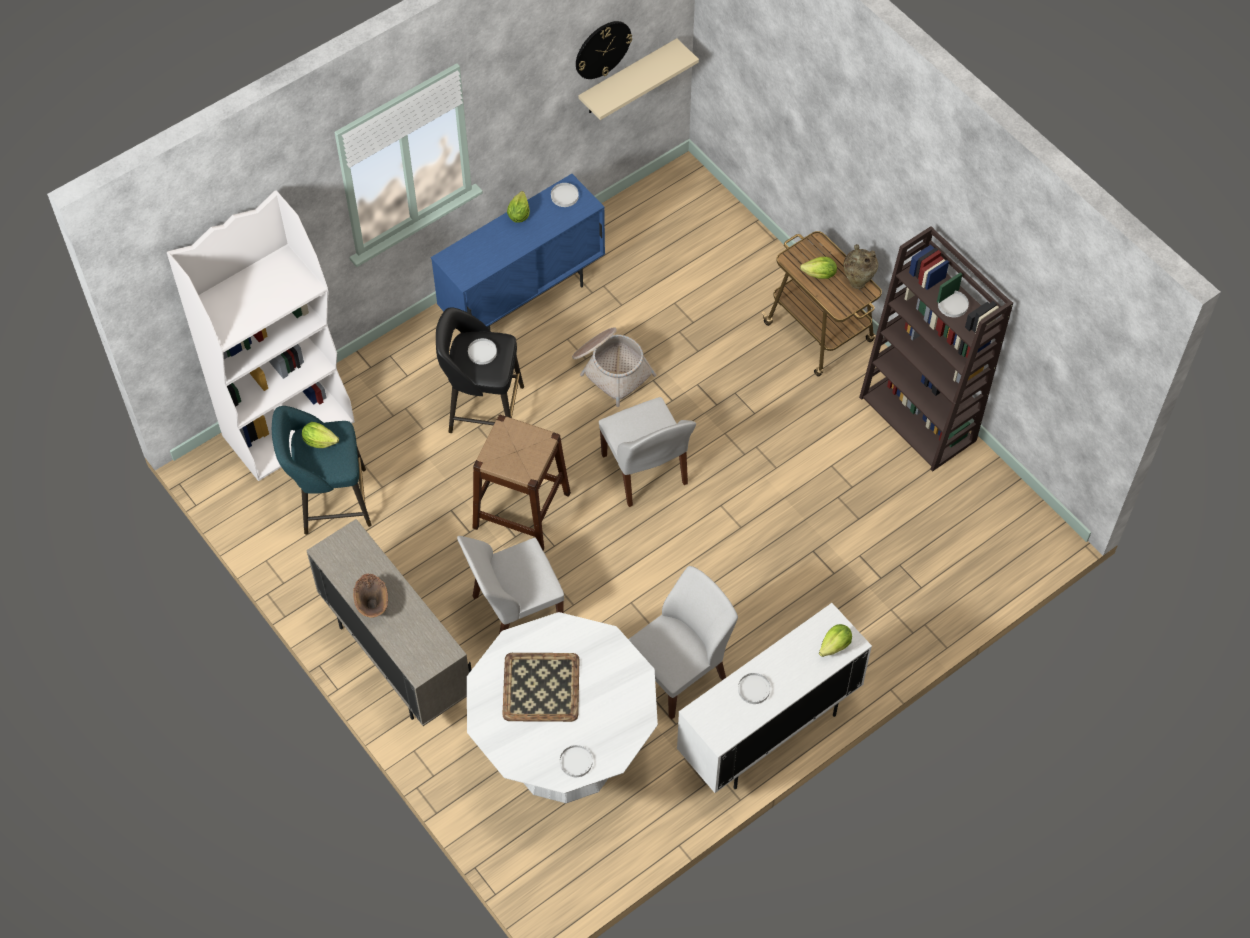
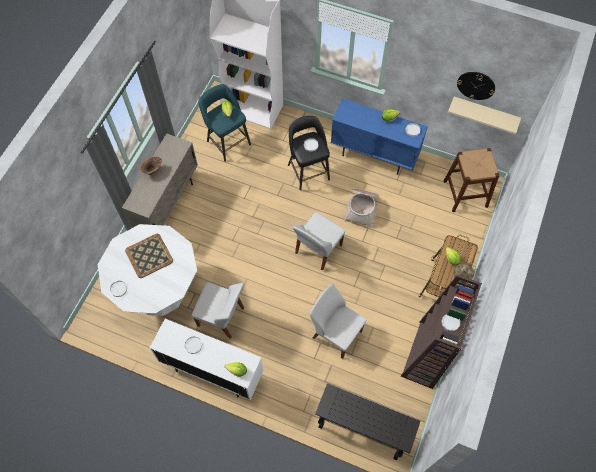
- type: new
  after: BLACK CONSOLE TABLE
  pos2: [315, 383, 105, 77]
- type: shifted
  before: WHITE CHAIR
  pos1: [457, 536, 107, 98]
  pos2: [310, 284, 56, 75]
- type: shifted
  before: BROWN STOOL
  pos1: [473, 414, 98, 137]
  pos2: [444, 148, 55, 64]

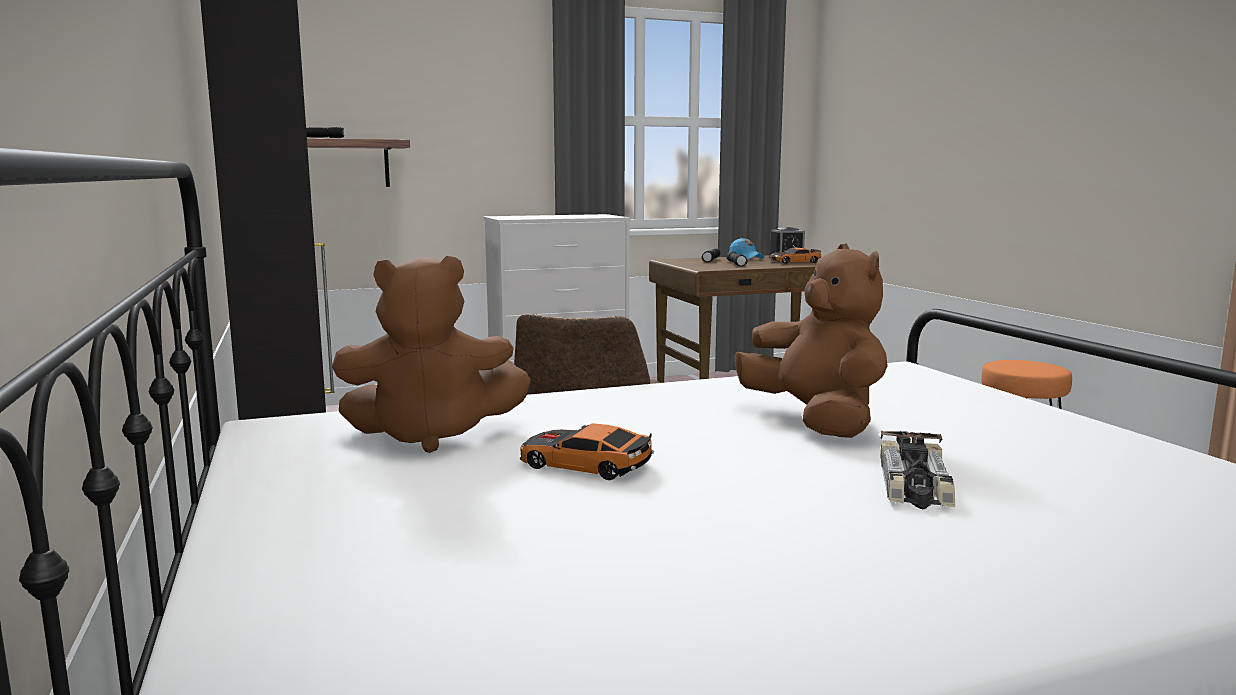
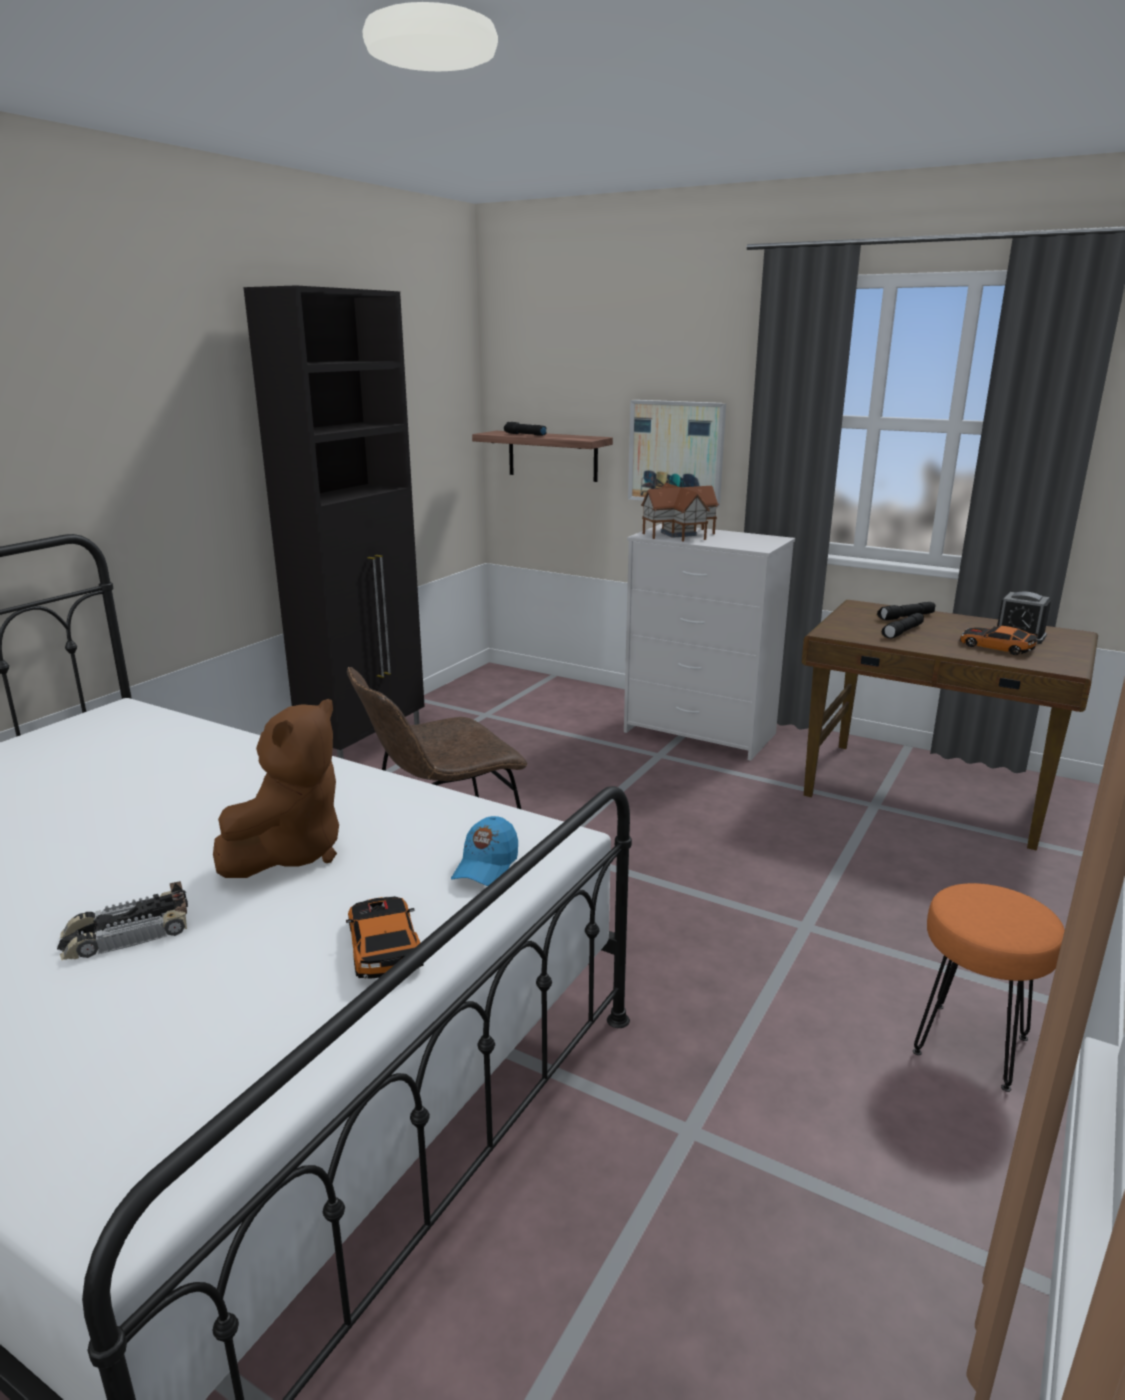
- type: gone
  before: BROWN PLUSH TOY
  pos1: [332, 256, 199, 197]
- type: new
  after: PICTURE
  pos2: [628, 400, 98, 108]
- type: new
  after: TOY HOUSE
  pos2: [641, 483, 78, 59]
- type: shifted
  before: TOY CAR
  pos1: [520, 423, 134, 57]
  pos2: [346, 896, 78, 83]
- type: shifted
  before: BLUE CAP
  pos1: [729, 238, 35, 22]
  pos2: [451, 816, 67, 70]

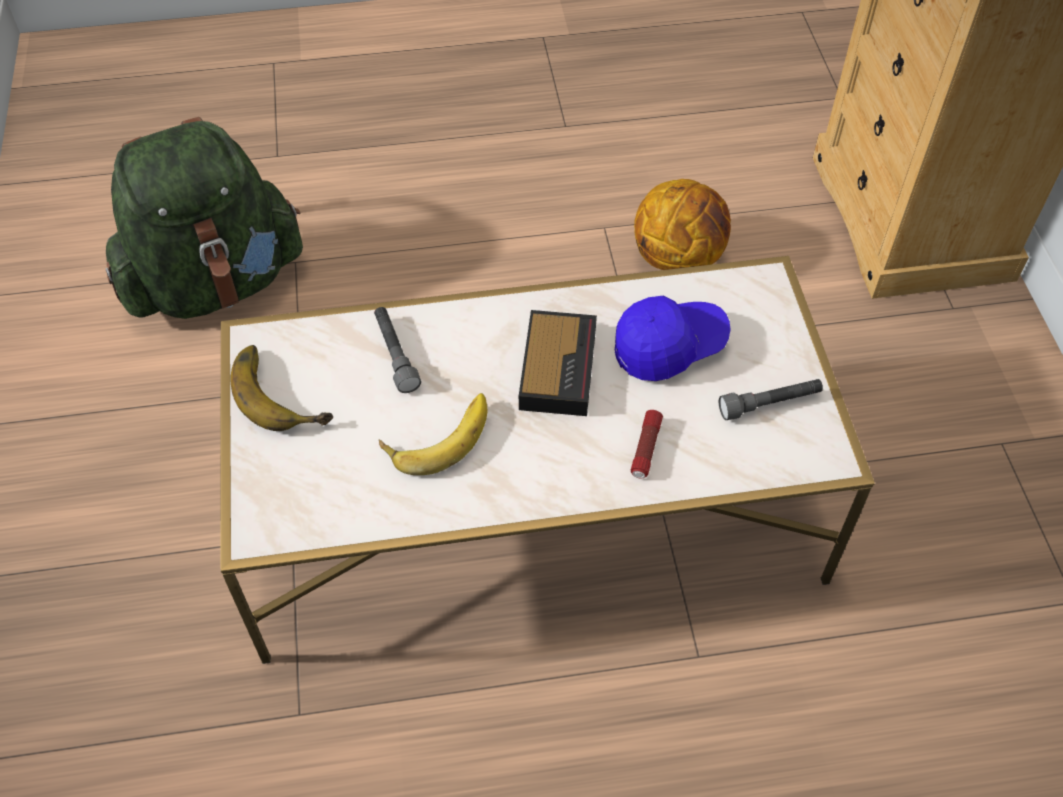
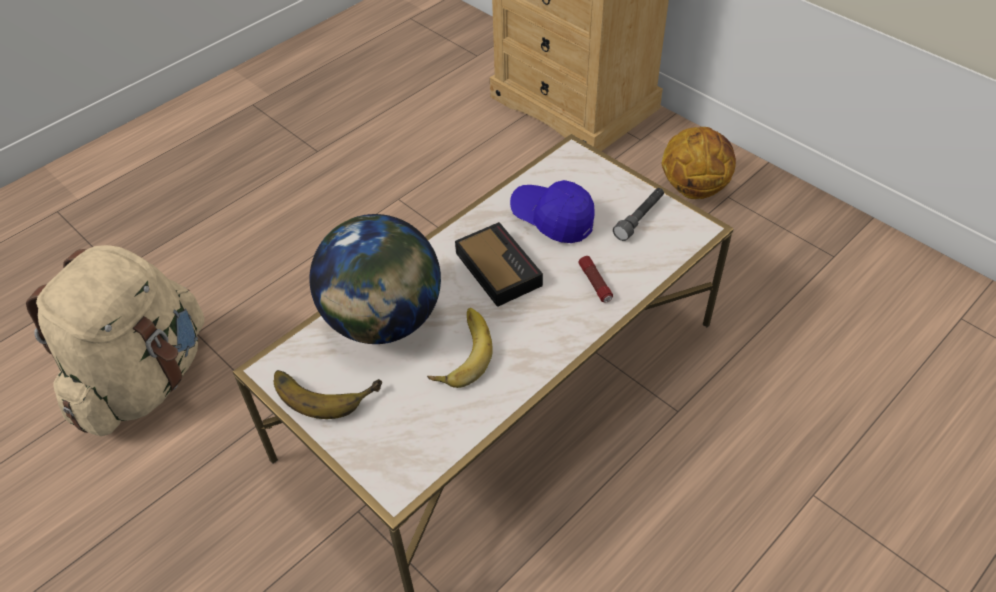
- type: shifted
  before: BASKETBALL
  pos1: [634, 179, 97, 91]
  pos2: [662, 127, 74, 72]
- type: swapped
  before: GREY FLASHLIGHT
  after: GLOBE
  pos1: [374, 307, 47, 86]
  pos2: [309, 214, 132, 130]
- type: repainted
  before: GREEN BACKPACK
  after: BEIGE BACKPACK
  pos1: [106, 117, 197, 202]
  pos2: [26, 245, 178, 191]
- type: rotated
  before: BLUE CAP
  pos1: [615, 296, 116, 85]
  pos2: [510, 180, 84, 63]
  turn: -90

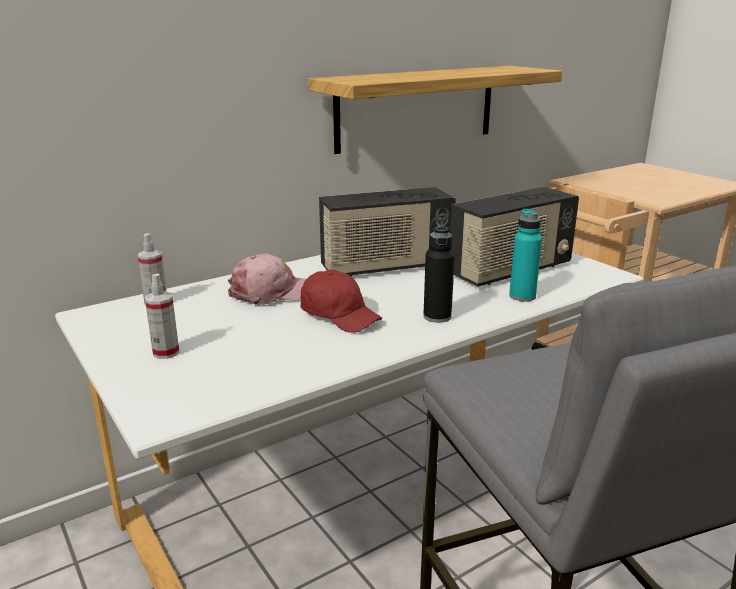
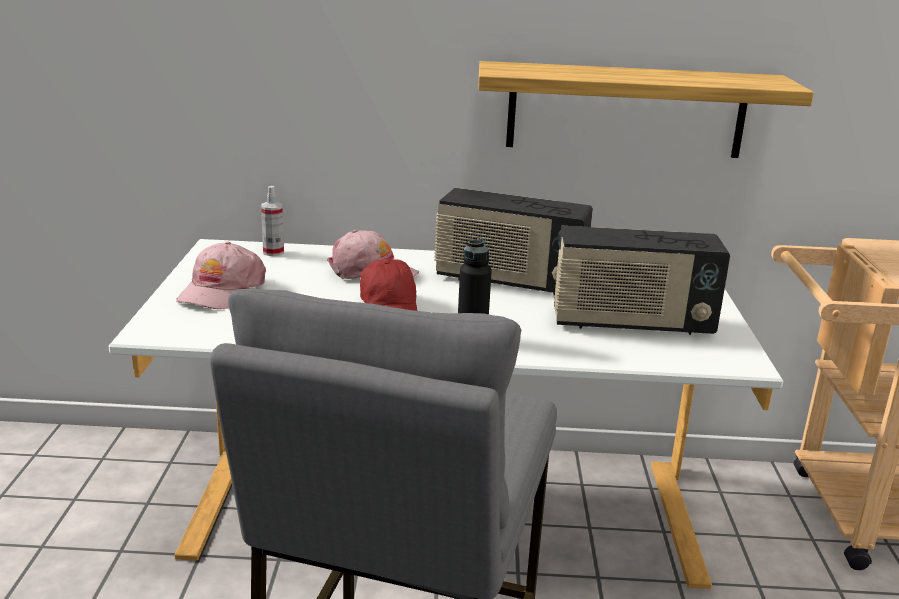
- type: gone
  before: TURQUOISE BOTTLE
  pos1: [509, 209, 33, 93]
- type: swapped
  before: SPRAY BOTTLE
  after: PINK CAP
  pos1: [145, 274, 34, 85]
  pos2: [176, 242, 90, 67]

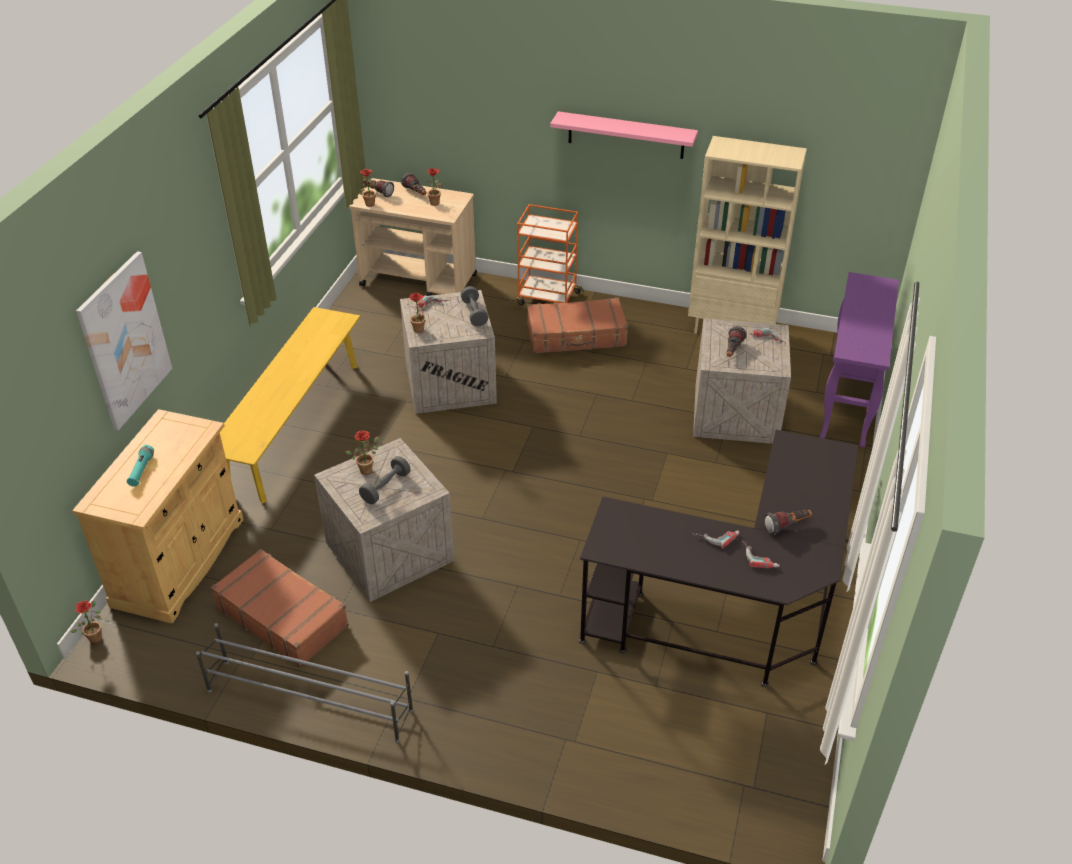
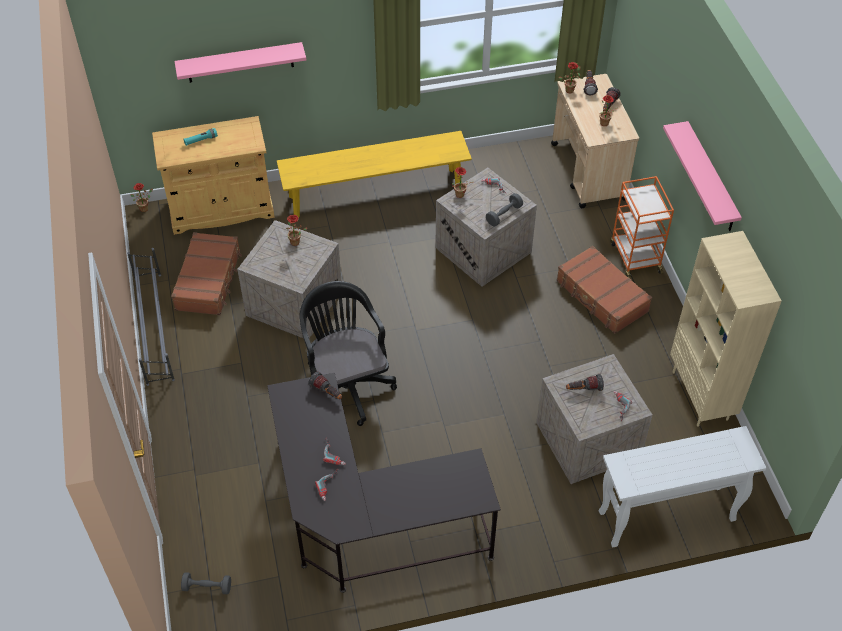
- type: new
  after: BLACK OFFICE CHAIR
  pos2: [300, 281, 97, 145]
- type: shifted
  before: GREY DUMBBELL
  pos1: [359, 456, 51, 48]
  pos2: [181, 572, 50, 22]
- type: shifted
  before: FLASHLIGHT
  pos1: [764, 509, 48, 26]
  pos2: [308, 371, 34, 28]
- type: swapped
  before: PICTURE
  after: PINK SHELF
  pos1: [76, 251, 96, 179]
  pos2: [174, 42, 132, 41]
- type: repainted
  before: PURPLE CONSOLE TABLE
  after: WHITE CONSOLE TABLE
  pos1: [820, 272, 79, 175]
  pos2: [599, 426, 167, 121]

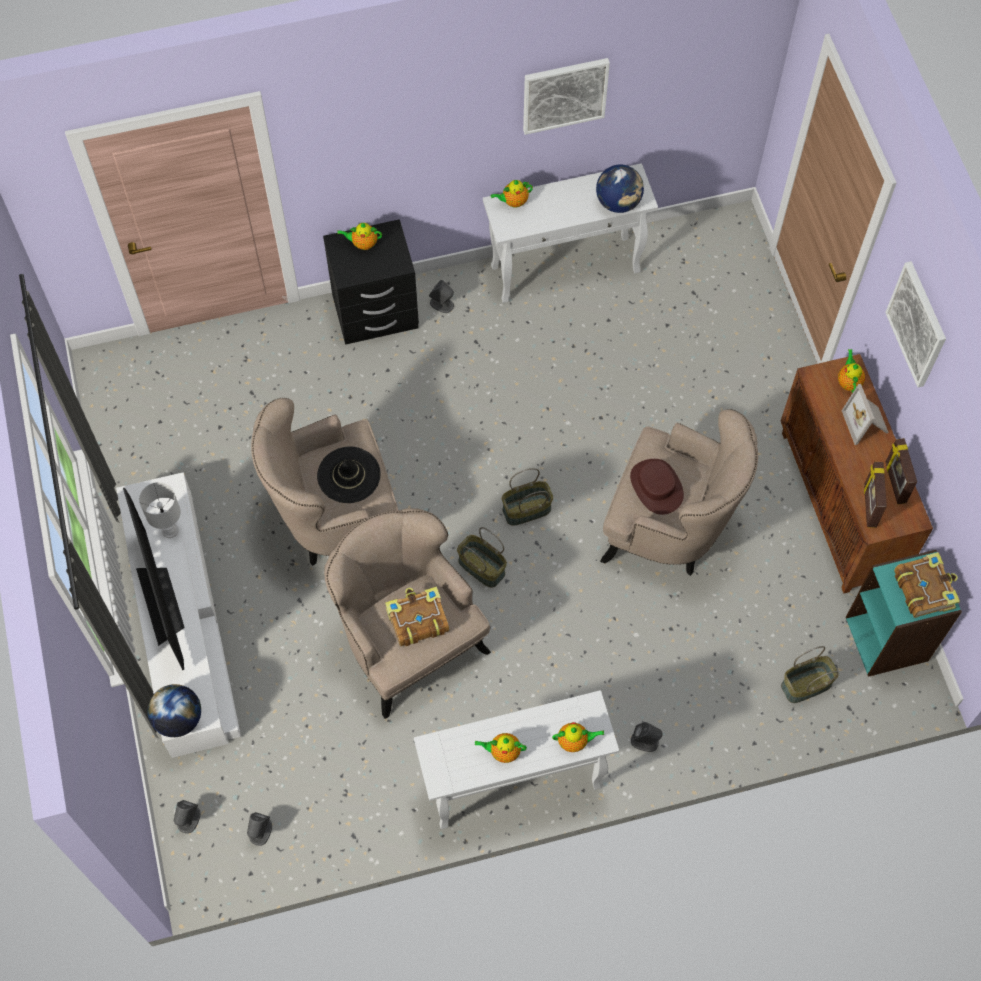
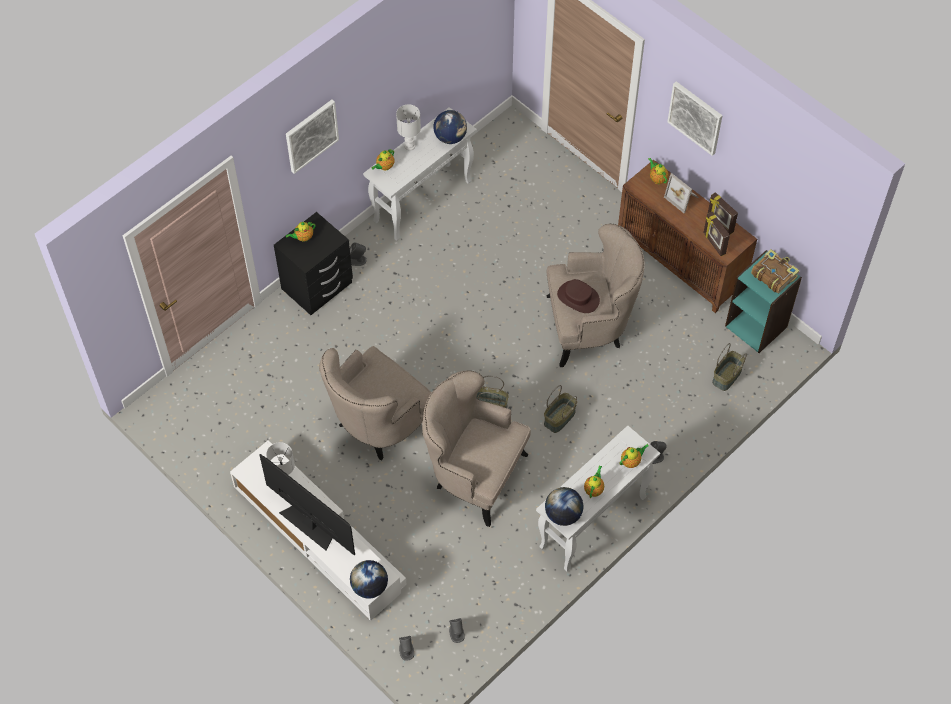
- type: gone
  before: BLACK HAT
  pos1: [317, 447, 64, 56]
- type: gone
  before: BOOK
  pos1: [385, 586, 64, 60]
- type: new
  after: WHITE TABLE LAMP
  pos2: [396, 104, 25, 47]
- type: new
  after: GLOBE
  pos2: [545, 487, 38, 39]
- type: shifted
  before: BASKET
  pos1: [502, 468, 51, 57]
  pos2: [544, 385, 33, 48]
- type: shifted
  before: PICTURE
  pos1: [523, 58, 87, 77]
  pos2: [286, 100, 53, 74]
- type: rotated
  before: TEAPOT
  pos1: [475, 733, 52, 30]
  pos2: [584, 465, 20, 33]
  turn: 135

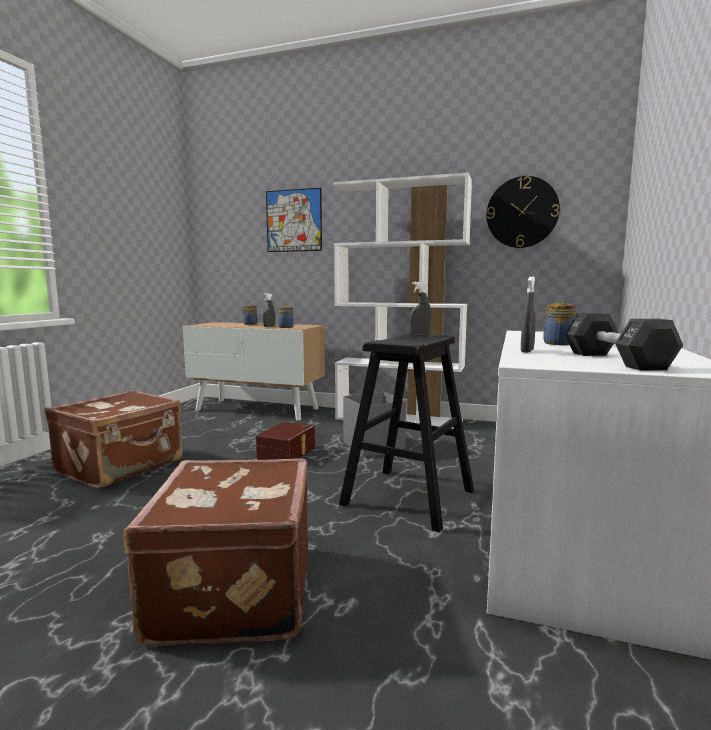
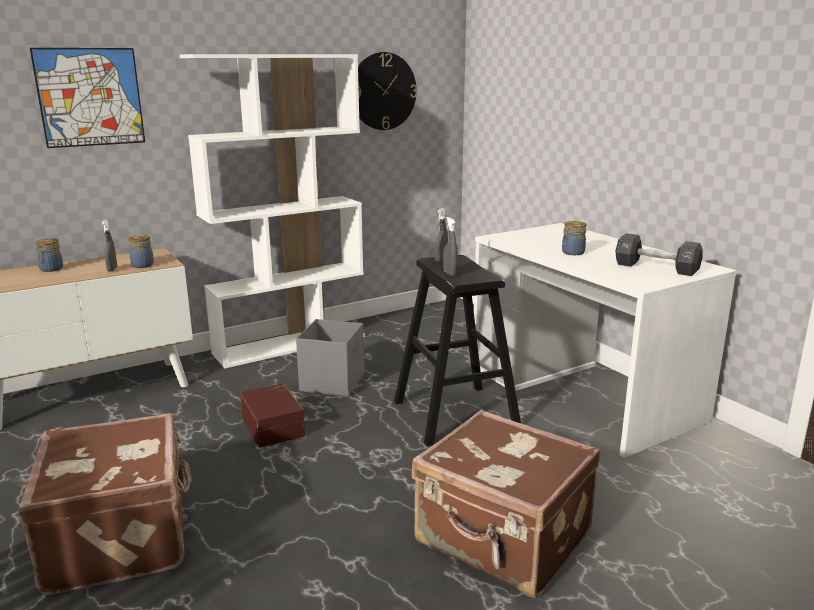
- type: shifted
  before: GREY SPRAY BOTTLE
  pos1: [521, 277, 15, 76]
  pos2: [443, 217, 15, 59]

